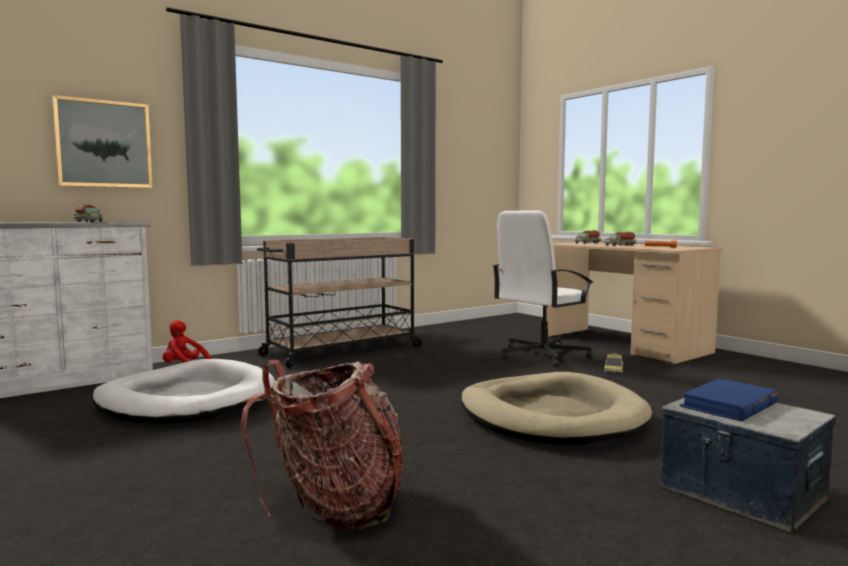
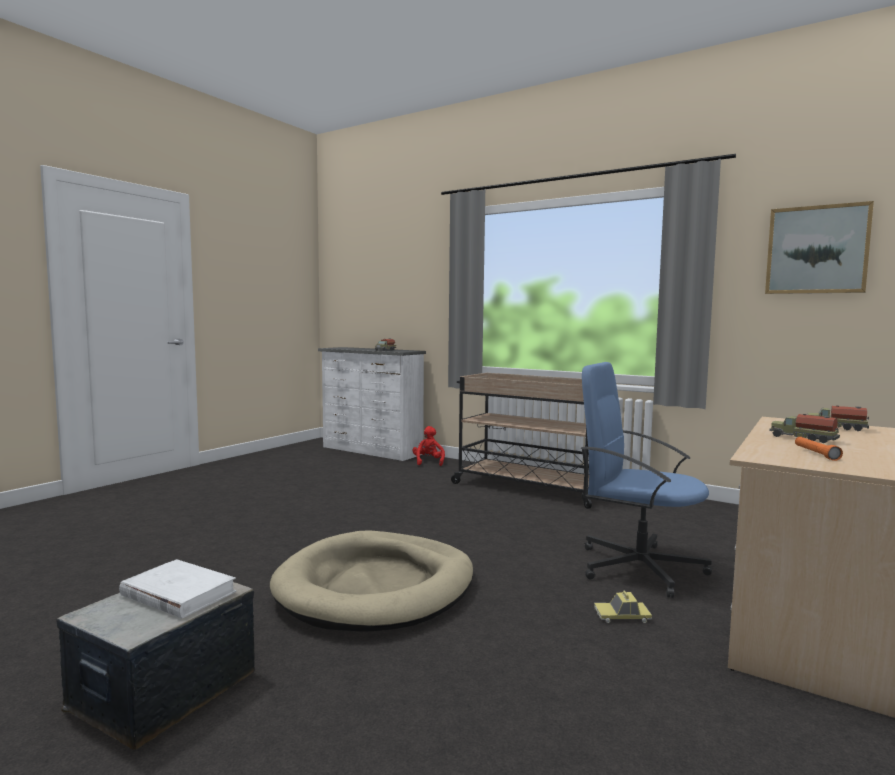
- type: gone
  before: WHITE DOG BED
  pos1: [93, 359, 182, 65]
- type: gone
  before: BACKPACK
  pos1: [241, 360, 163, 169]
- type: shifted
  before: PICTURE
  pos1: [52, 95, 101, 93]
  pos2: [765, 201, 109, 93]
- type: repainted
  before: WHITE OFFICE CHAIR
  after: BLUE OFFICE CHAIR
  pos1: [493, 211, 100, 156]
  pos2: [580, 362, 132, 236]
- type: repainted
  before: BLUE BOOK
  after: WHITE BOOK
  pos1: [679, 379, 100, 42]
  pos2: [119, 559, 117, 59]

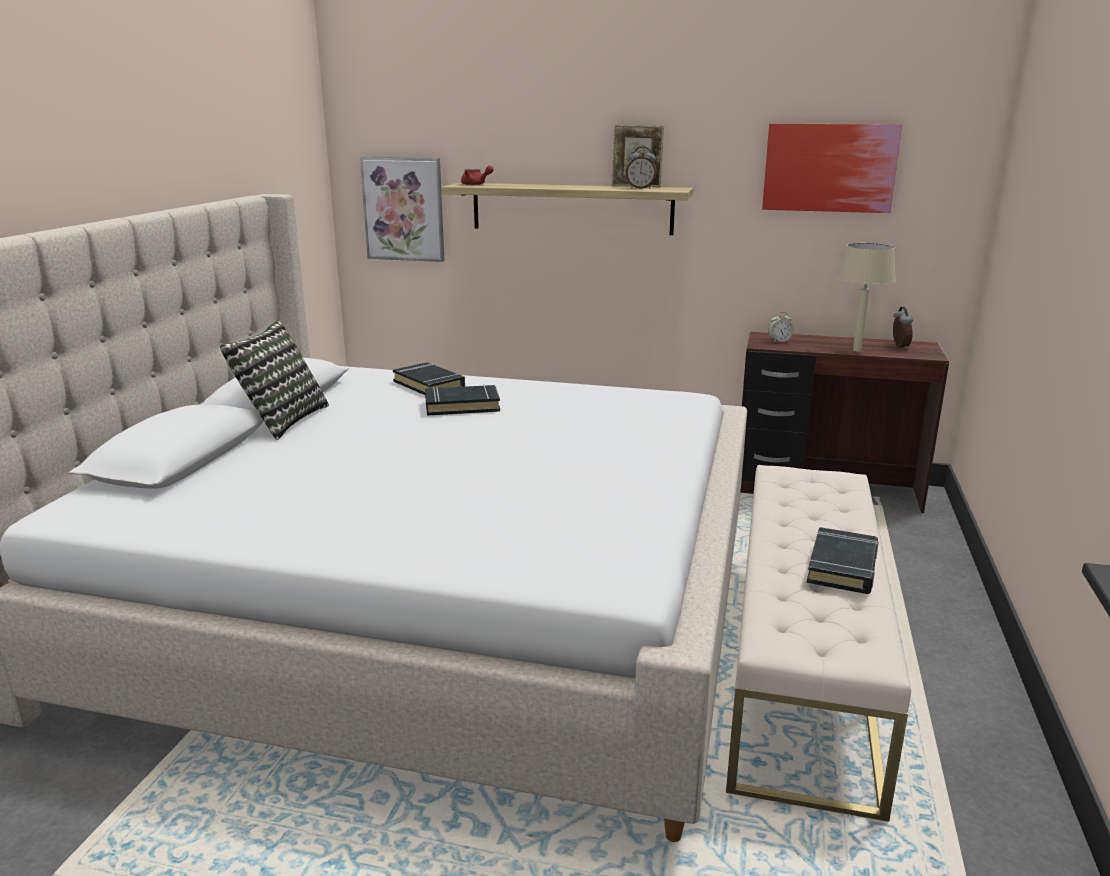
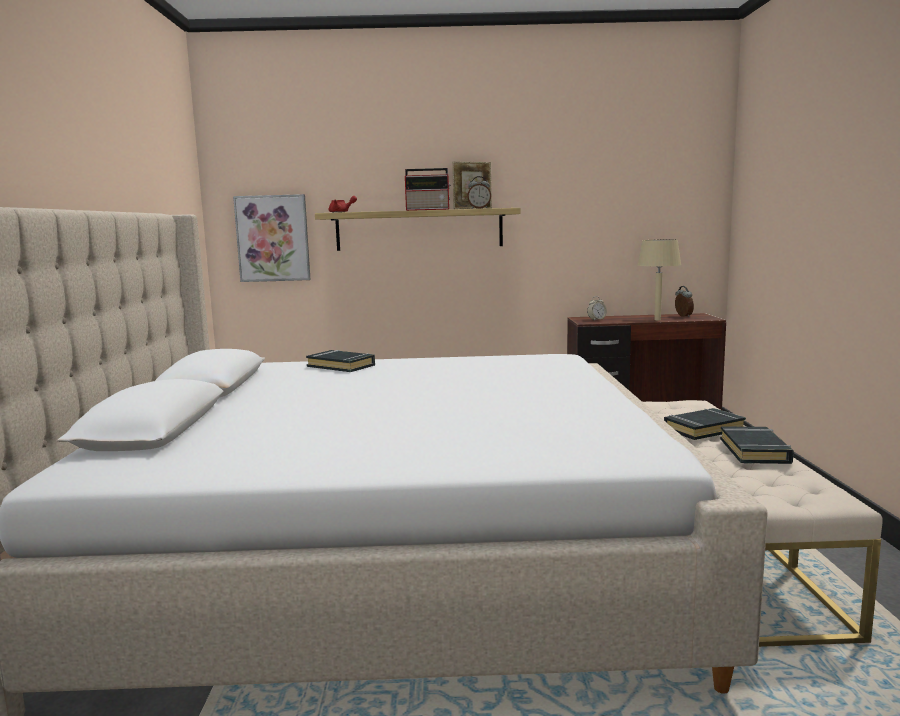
- type: gone
  before: PILLOW
  pos1: [220, 320, 109, 120]
- type: gone
  before: PICTURE
  pos1: [762, 124, 140, 89]
- type: new
  after: RADIO
  pos2: [405, 168, 46, 43]
- type: shifted
  before: BLACK BOOK
  pos1: [425, 385, 75, 31]
  pos2: [664, 408, 82, 32]

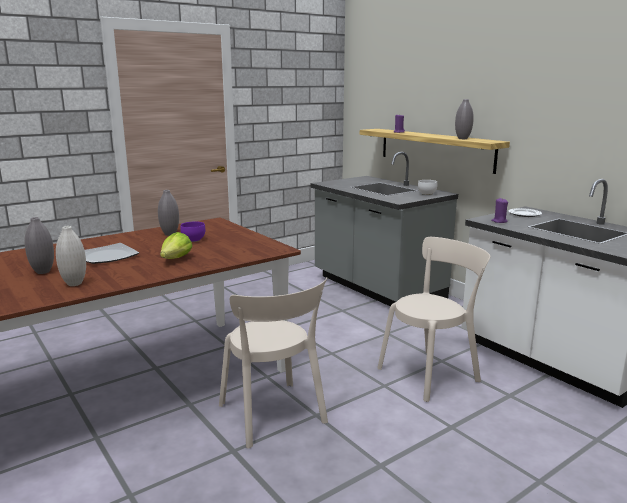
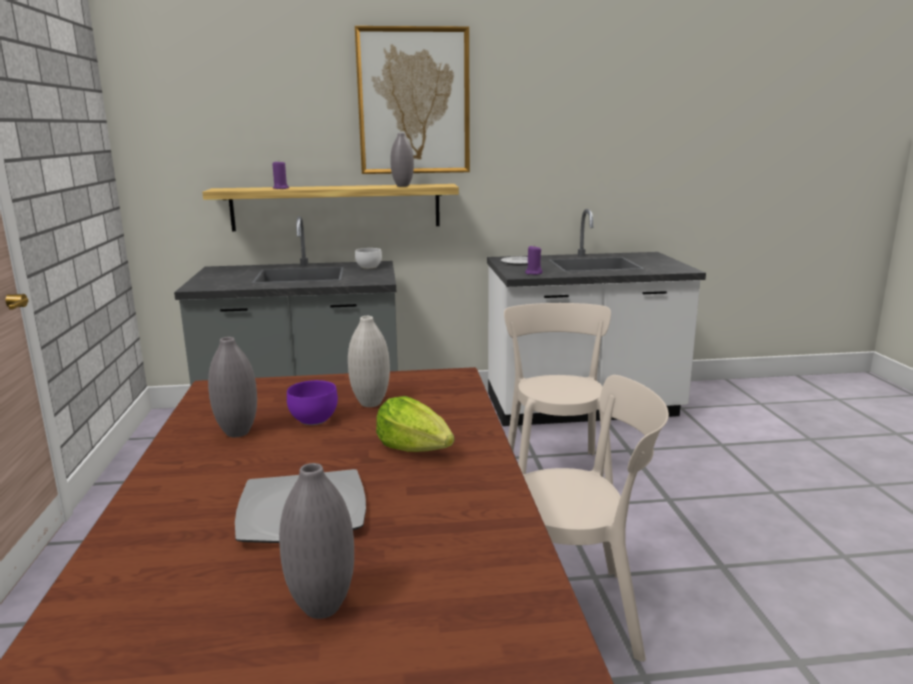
- type: new
  after: PICTURE
  pos2: [355, 26, 115, 148]
- type: shifted
  before: WHITE VASE
  pos1: [56, 226, 30, 60]
  pos2: [348, 316, 42, 91]

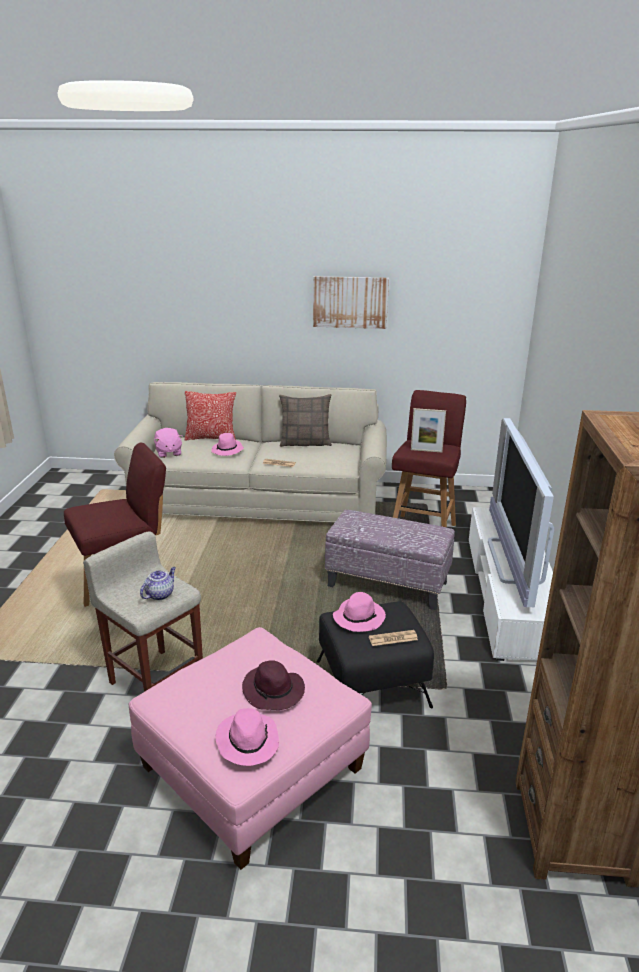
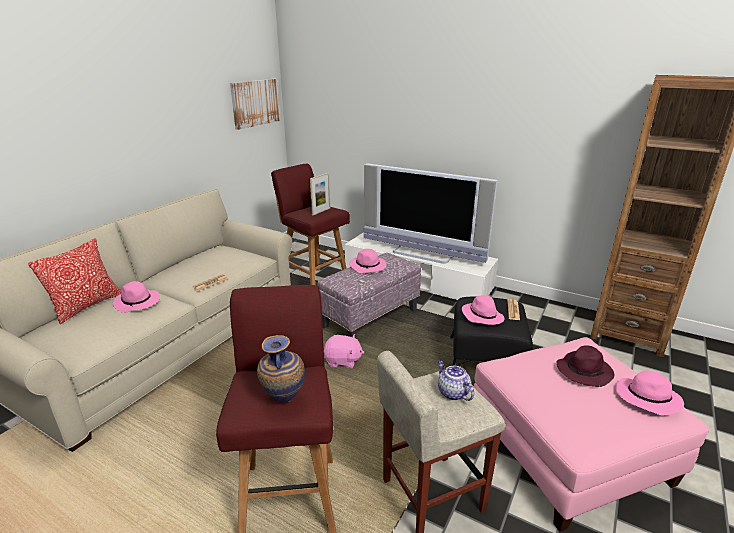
- type: gone
  before: PILLOW
  pos1: [279, 394, 53, 53]
- type: new
  after: VASE
  pos2: [257, 335, 48, 67]
- type: new
  after: PINK HAT
  pos2: [349, 249, 38, 24]
- type: shifted
  before: PINK PLUSH TOY
  pos1: [154, 428, 29, 30]
  pos2: [324, 334, 40, 34]
- type: shifted
  before: PICTURE
  pos1: [313, 276, 76, 53]
  pos2: [230, 79, 50, 51]

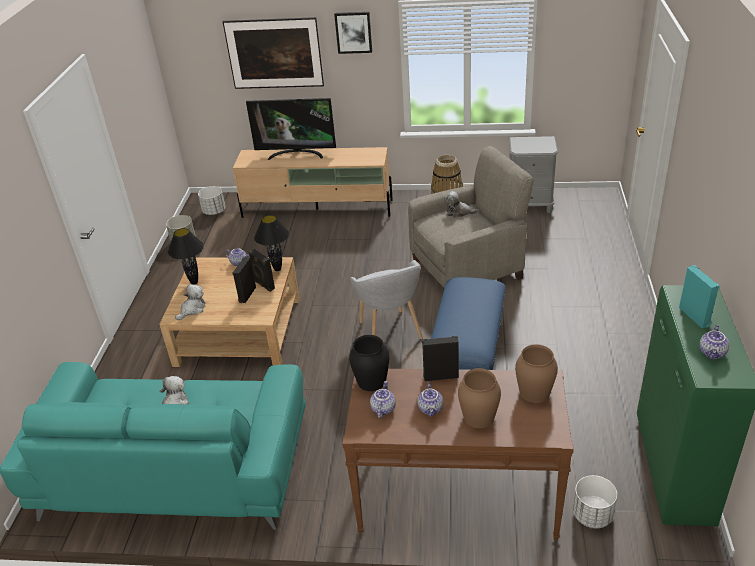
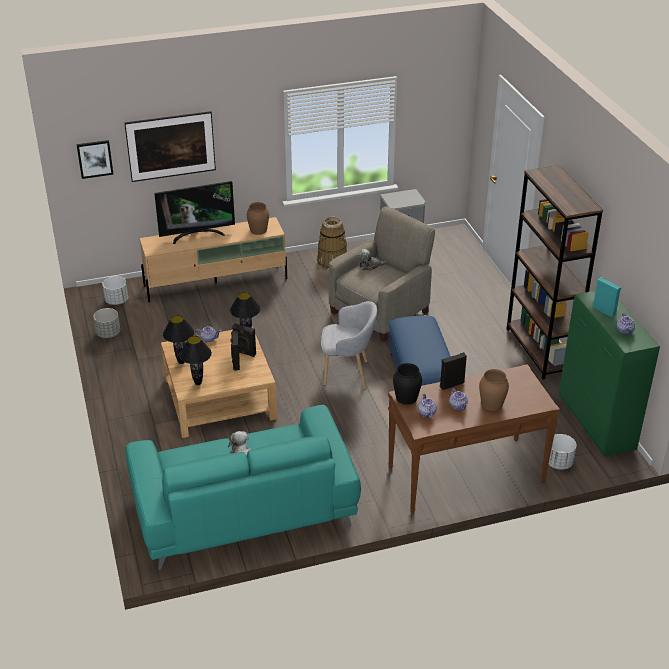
- type: new
  after: BROWN BOOKCASE
  pos2: [506, 165, 97, 215]
- type: shifted
  before: PICTURE
  pos1: [334, 12, 38, 42]
  pos2: [76, 140, 38, 39]
- type: shifted
  before: BROWN VASE
  pos1: [515, 344, 43, 59]
  pos2: [247, 202, 22, 33]
- type: swapped
  before: PLUSH TOY
  after: BLACK TABLE LAMP
  pos1: [175, 284, 31, 36]
  pos2: [179, 336, 33, 49]
- type: rotated
  before: GREY ARMCHAIR
  pos1: [350, 260, 73, 79]
  pos2: [321, 301, 56, 88]
  turn: -45

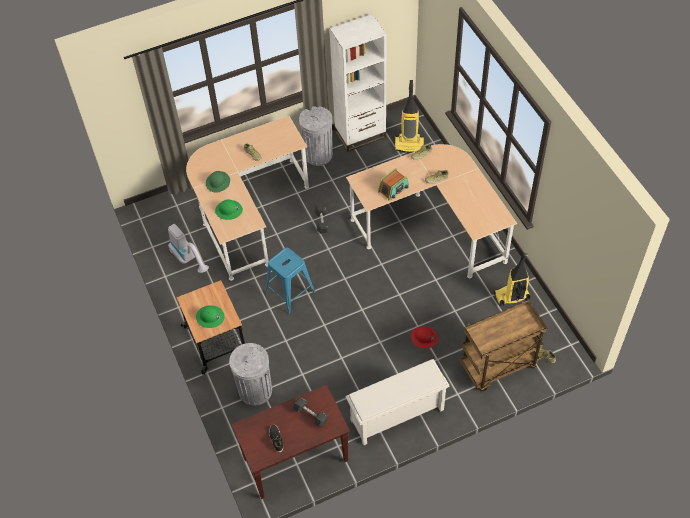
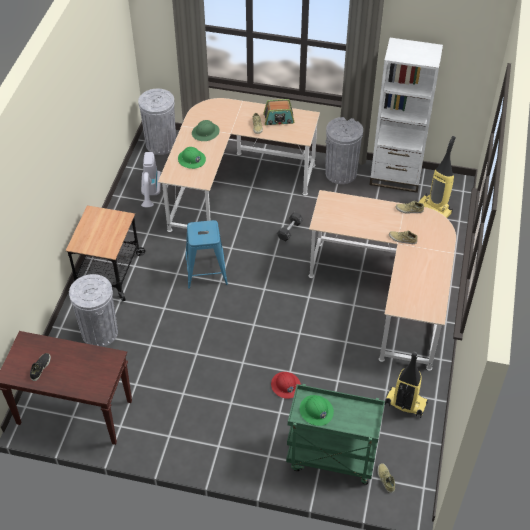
- type: gone
  before: BLACK DUMBBELL
  pos1: [293, 397, 35, 30]
- type: gone
  before: WHITE SHOE RACK
  pos1: [345, 359, 104, 87]
- type: new
  after: GREY TRASH CAN
  pos2: [138, 89, 38, 66]
- type: shifted
  before: GREEN HARD HAT
  pos1: [196, 305, 28, 23]
  pos2: [300, 395, 34, 31]
- type: shifted
  before: RADIO
  pos1: [378, 168, 31, 33]
  pos2: [263, 99, 32, 26]
- type: repainted
  before: BROWN CART
  after: GREEN CART
  pos1: [460, 300, 87, 91]
  pos2: [286, 384, 99, 101]

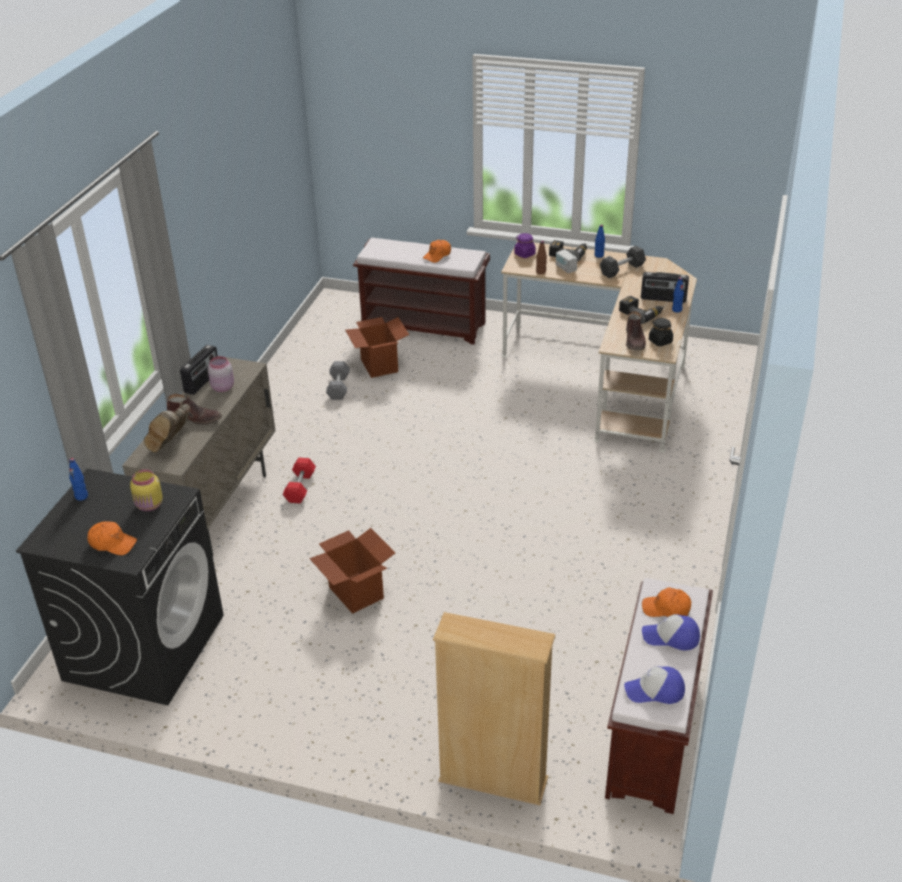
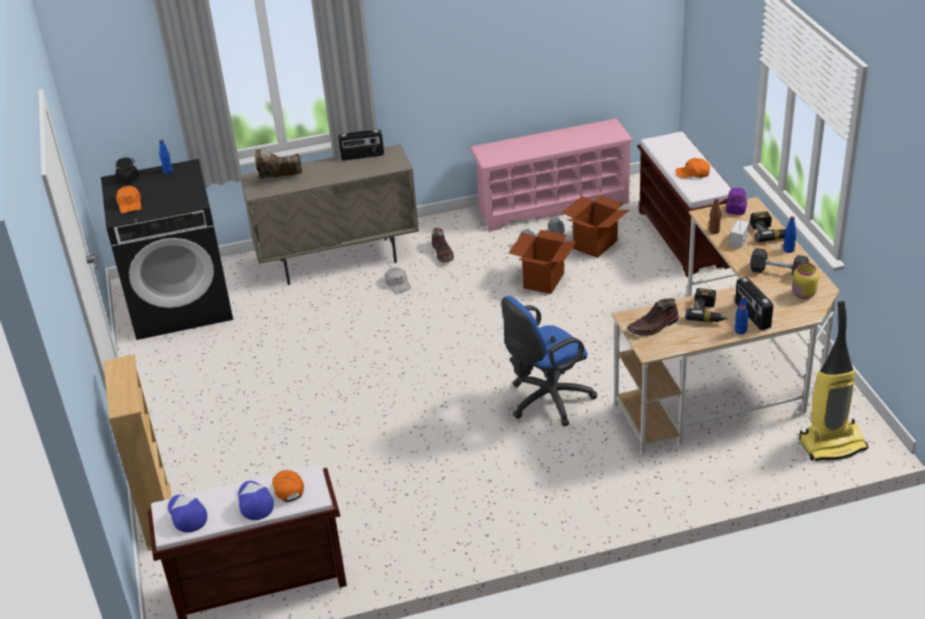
- type: gone
  before: PINK JAR
  pos1: [208, 356, 26, 36]
- type: new
  after: PINK SHOE RACK
  pos2: [469, 119, 165, 113]
- type: new
  after: BLUE OFFICE CHAIR
  pos2: [501, 296, 96, 131]
- type: new
  after: VACUUM CLEANER
  pos2: [799, 301, 69, 160]
- type: shifted
  before: YELLOW JAR
  pos1: [130, 469, 33, 42]
  pos2: [792, 263, 27, 36]
- type: shifted
  before: BROWN BOOT
  pos1: [167, 394, 55, 31]
  pos2: [432, 228, 22, 34]
- type: shifted
  before: CARDBOARD BOX
  pos1: [309, 528, 86, 86]
  pos2: [509, 230, 68, 64]
- type: shifted
  before: BLACK JAR
  pos1: [649, 318, 24, 28]
  pos2: [115, 158, 24, 26]
- type: swapped
  before: RED DUMBBELL
  after: WHITE CAP
  pos1: [283, 457, 33, 47]
  pos2: [385, 267, 26, 27]

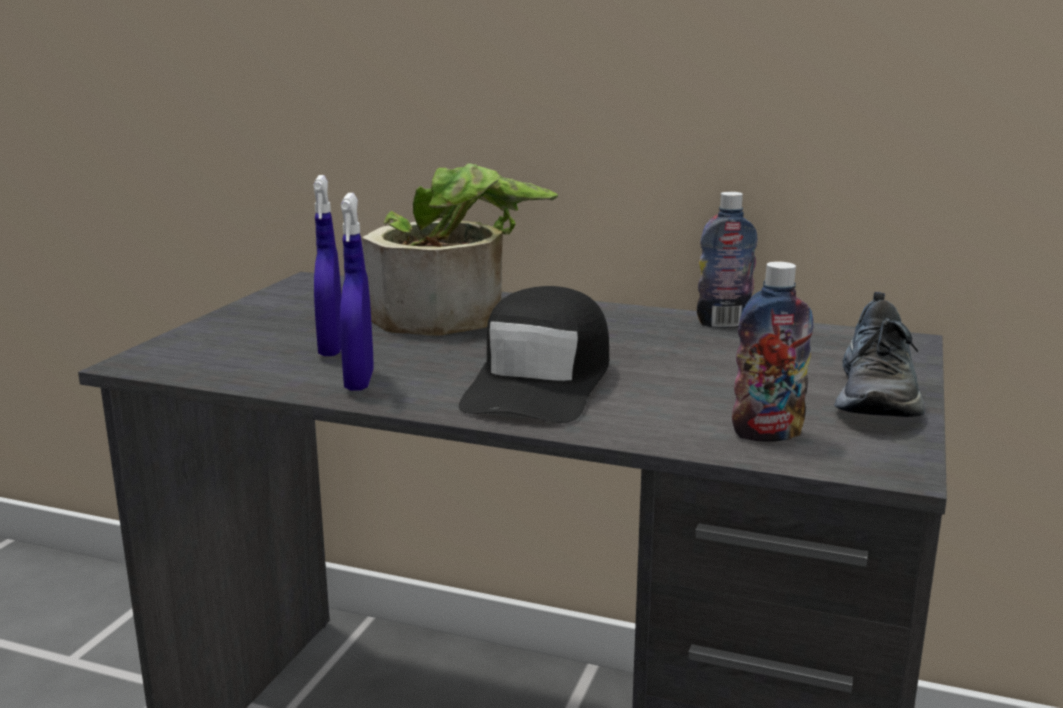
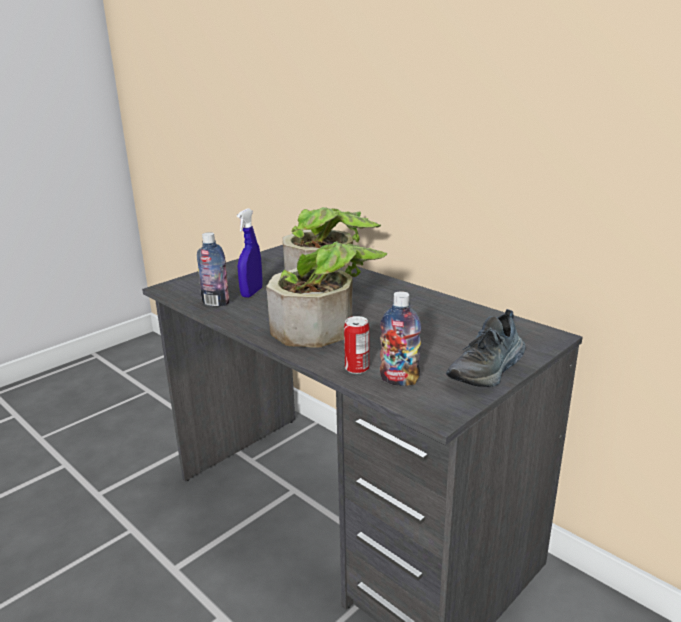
- type: gone
  before: BLUE SPRAY BOTTLE
  pos1: [340, 193, 34, 198]
- type: new
  after: CAN
  pos2: [344, 316, 26, 58]
- type: shifted
  before: BOTTLE
  pos1: [697, 192, 61, 136]
  pos2: [197, 232, 32, 75]
- type: swapped
  before: BLACK CAP
  after: POTTED PLANT
  pos1: [459, 286, 150, 137]
  pos2: [266, 241, 121, 107]

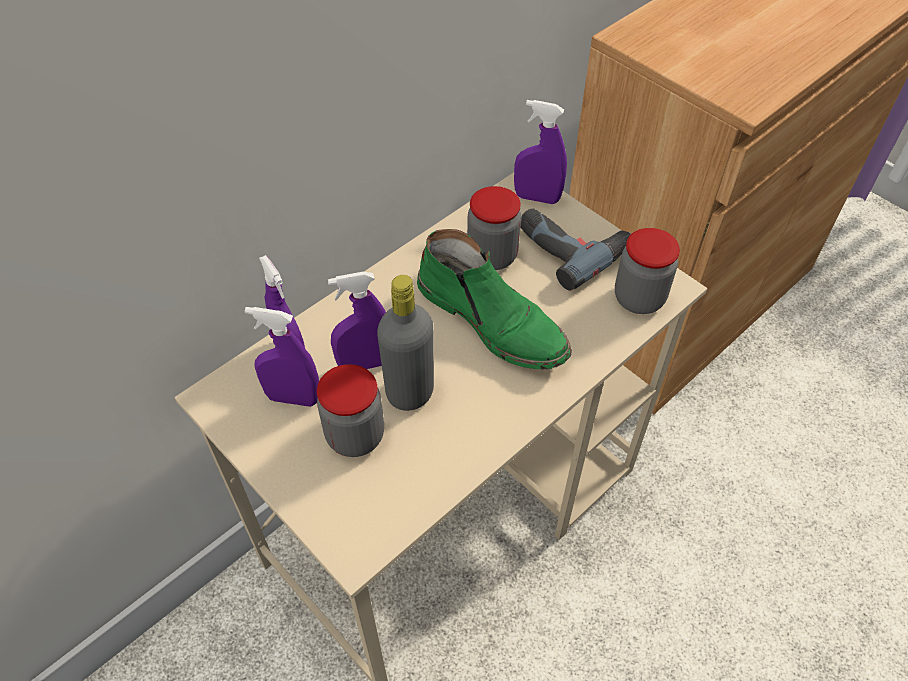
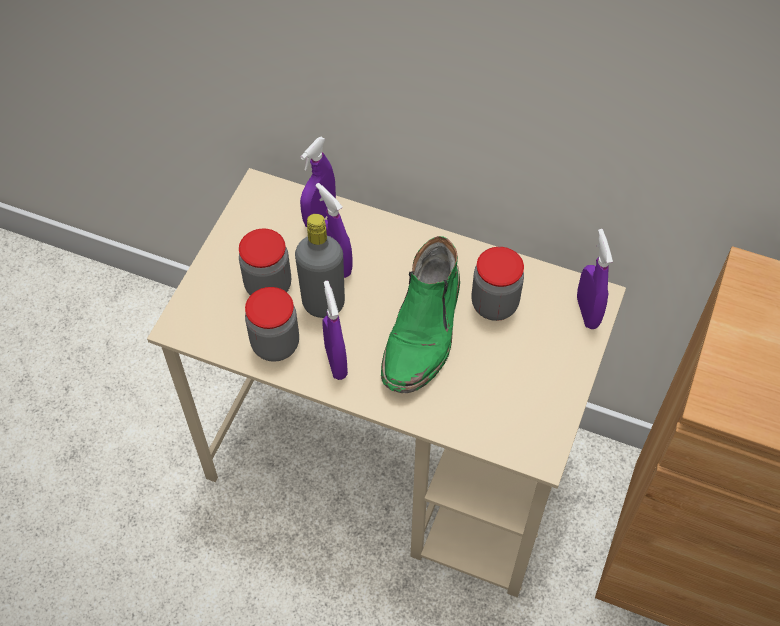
- type: gone
  before: POWER DRILL
  pos1: [520, 208, 111, 83]
- type: shifted
  before: PURPLE SPRAY BOTTLE
  pos1: [245, 307, 74, 100]
  pos2: [322, 281, 26, 99]
- type: shifted
  before: JAR
  pos1: [615, 228, 65, 86]
  pos2: [245, 287, 54, 75]

